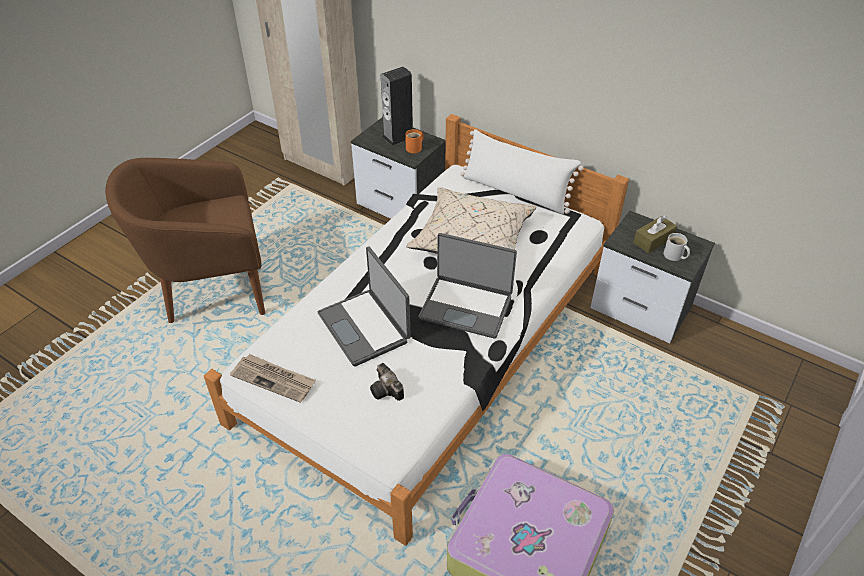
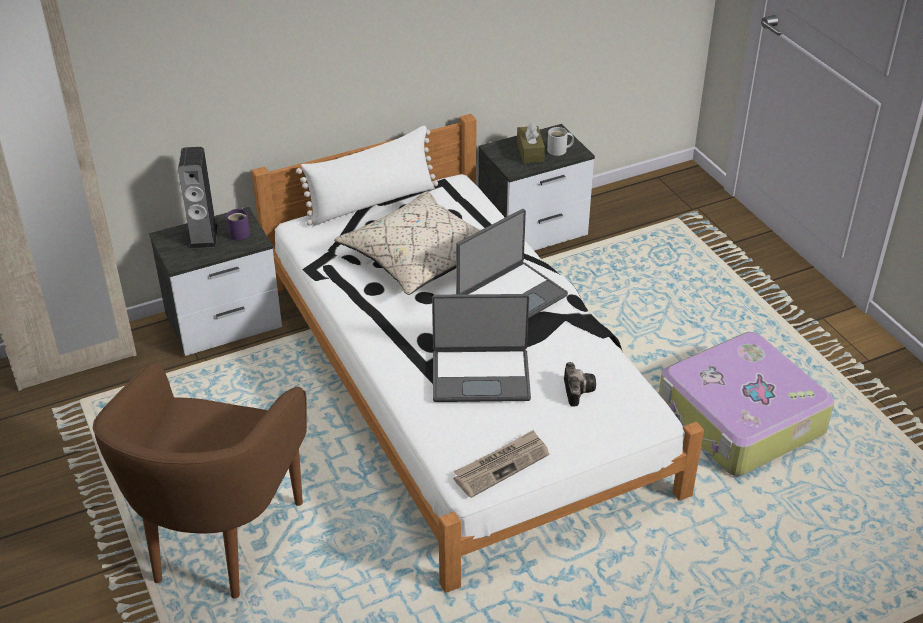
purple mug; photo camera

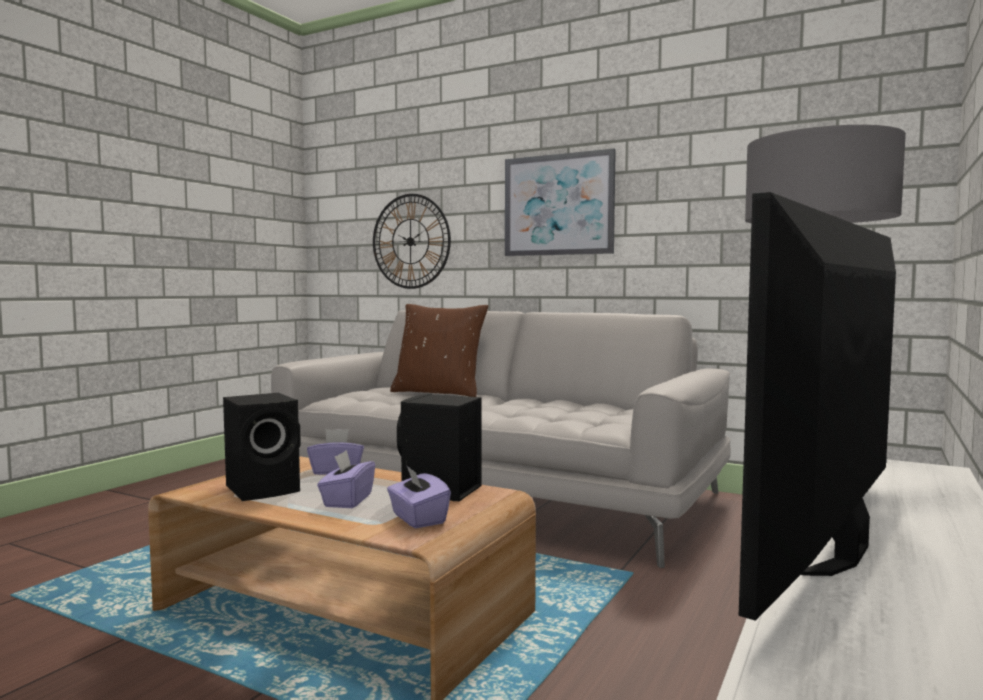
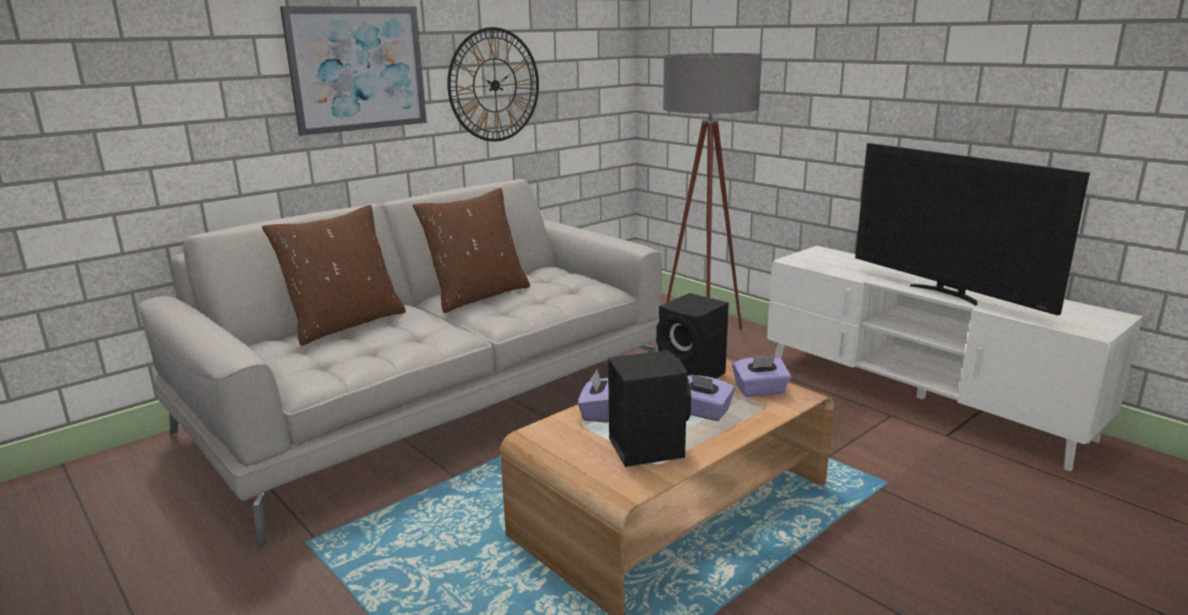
brown pillow (2nd from left); wall clock

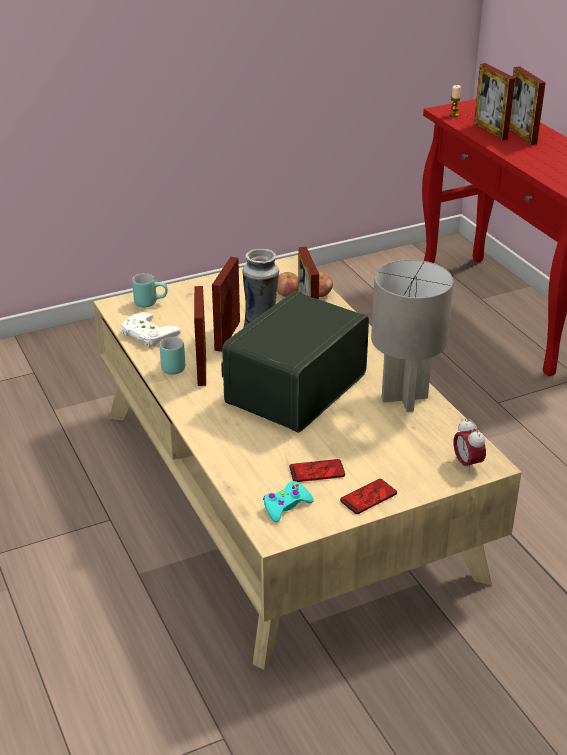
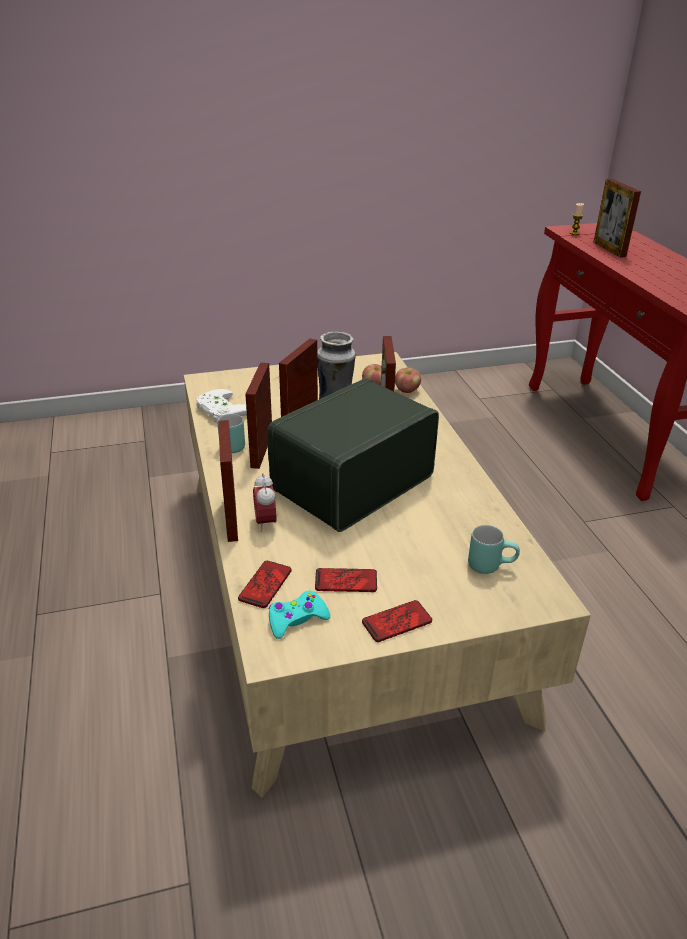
picture frame (1st from left); phone (1st from left); alarm clock; turquoise mug (2nd from left); grey table lamp

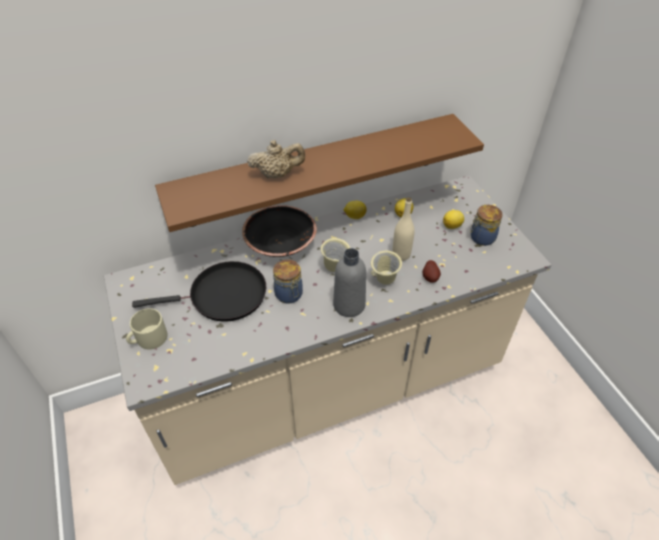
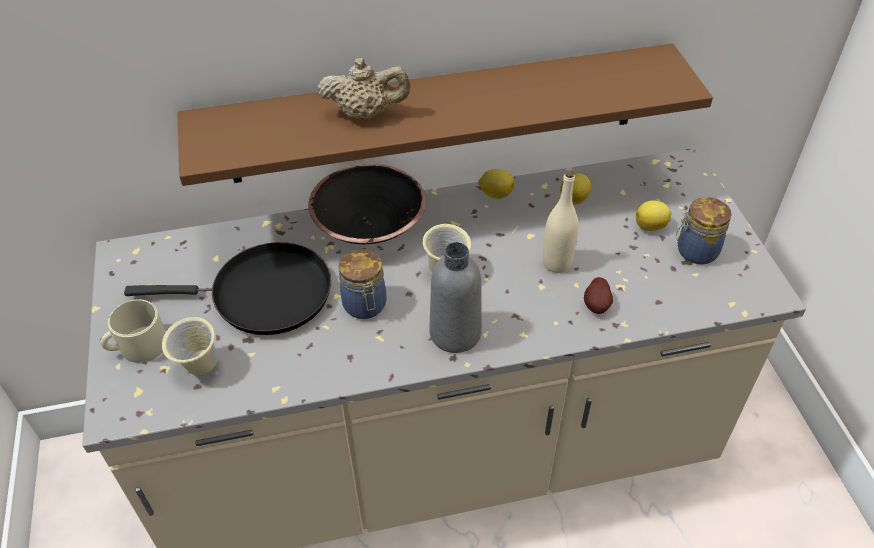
beige mug (2nd from left)

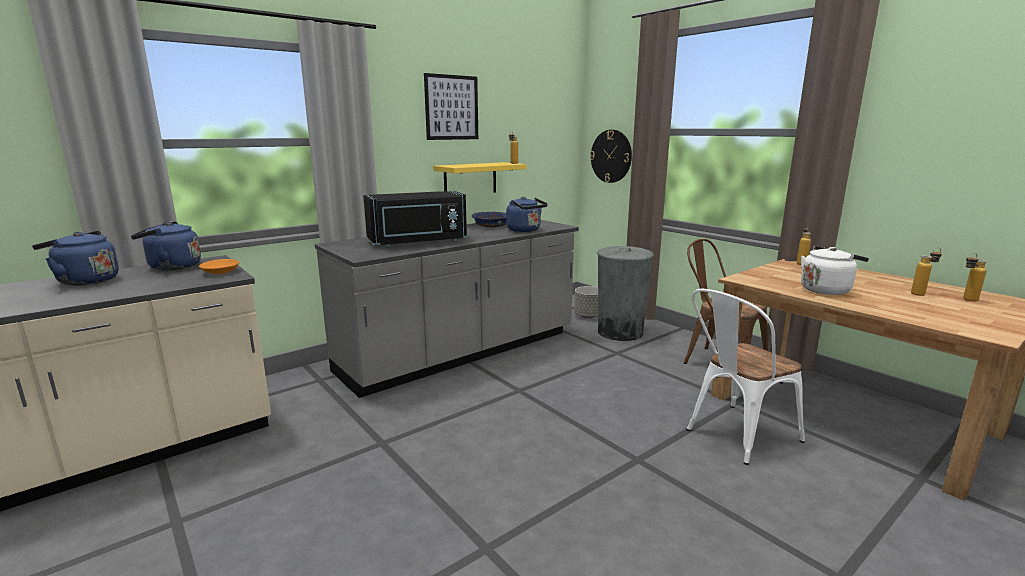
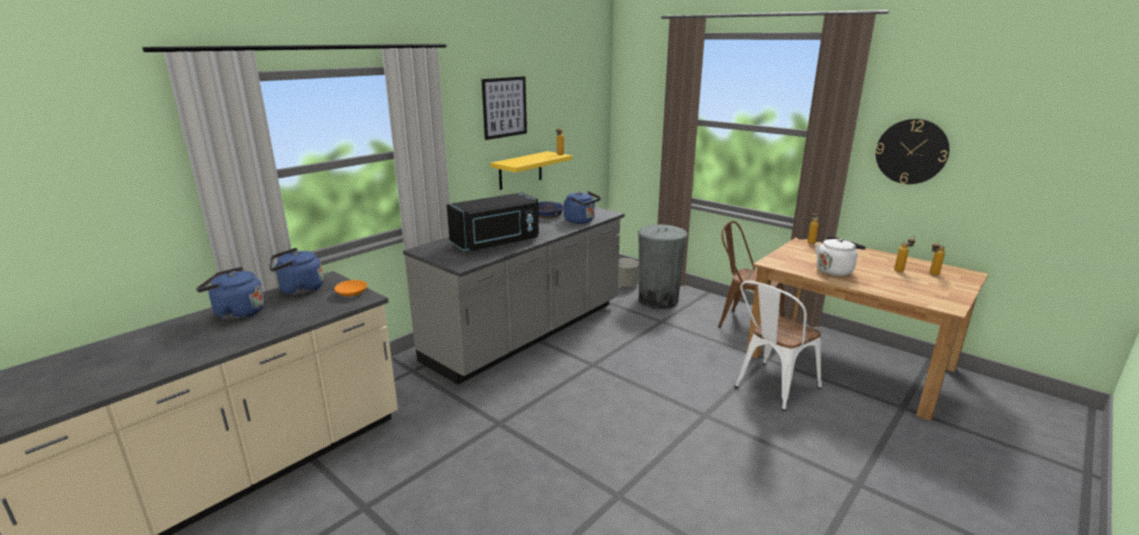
wall clock

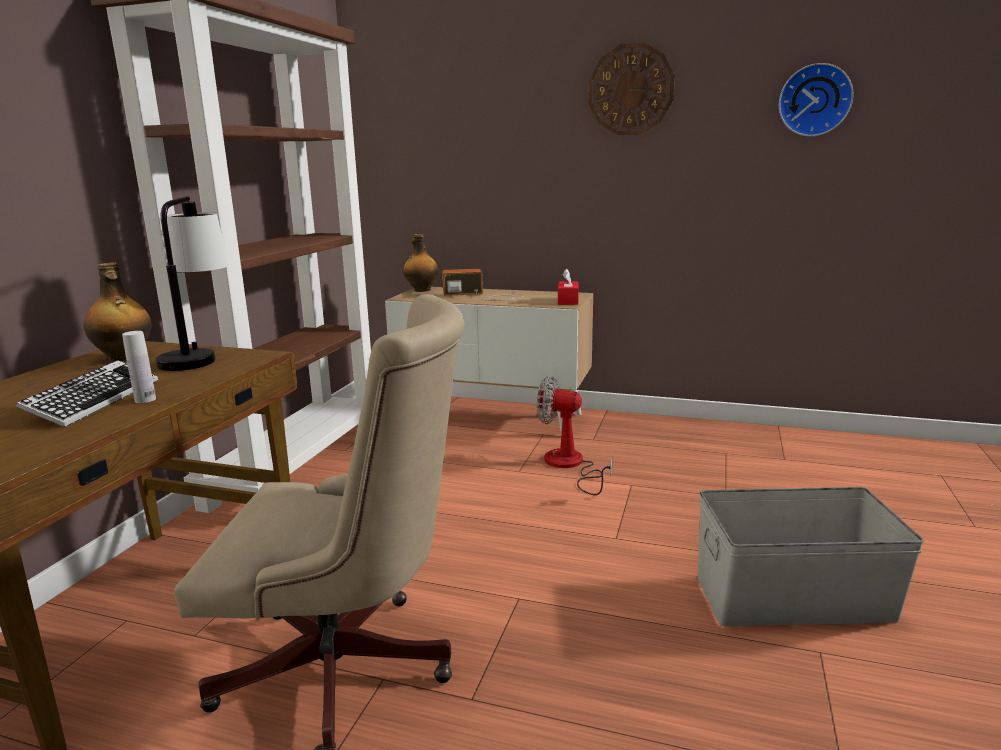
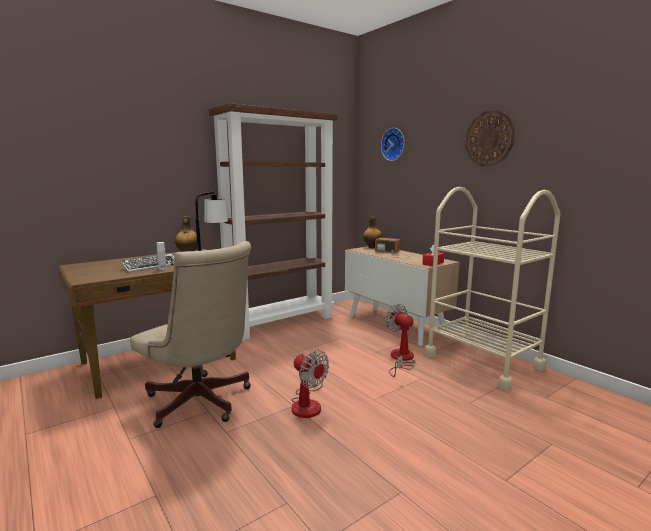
fan (1st from left); wall clock (1st from left); beige cart; grey storage box

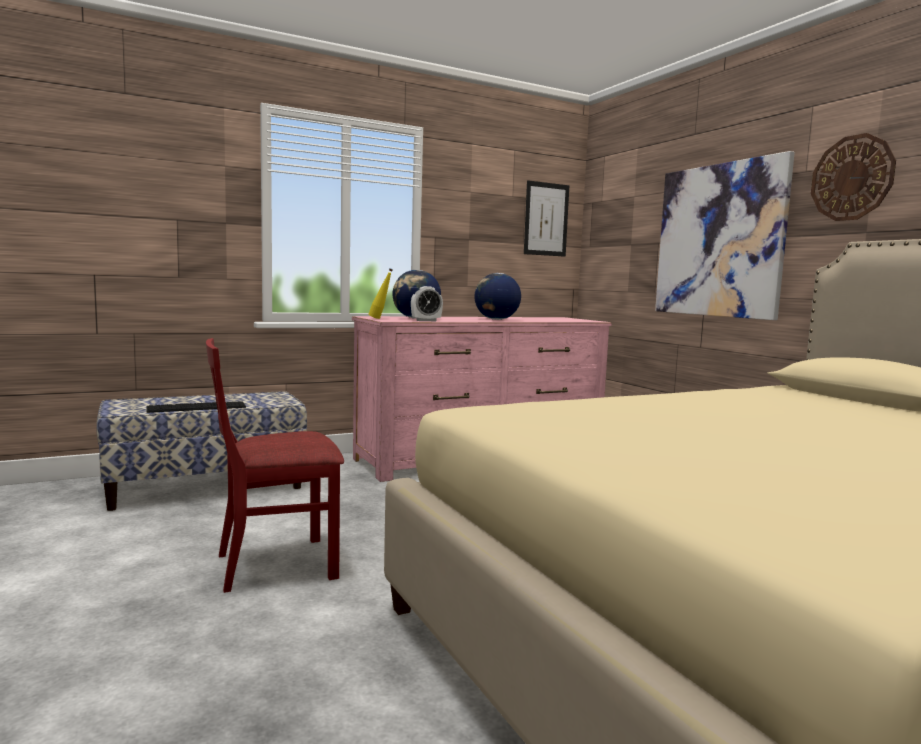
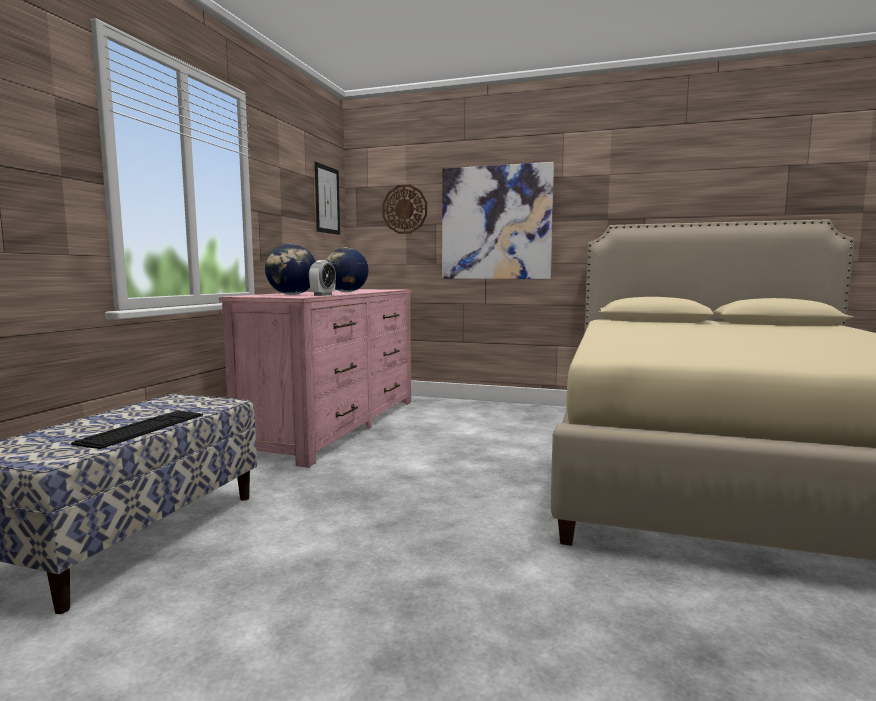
wall clock; red chair; yellow bottle

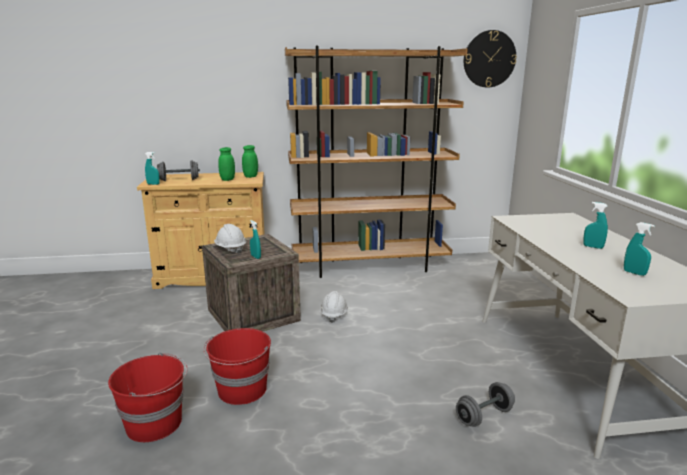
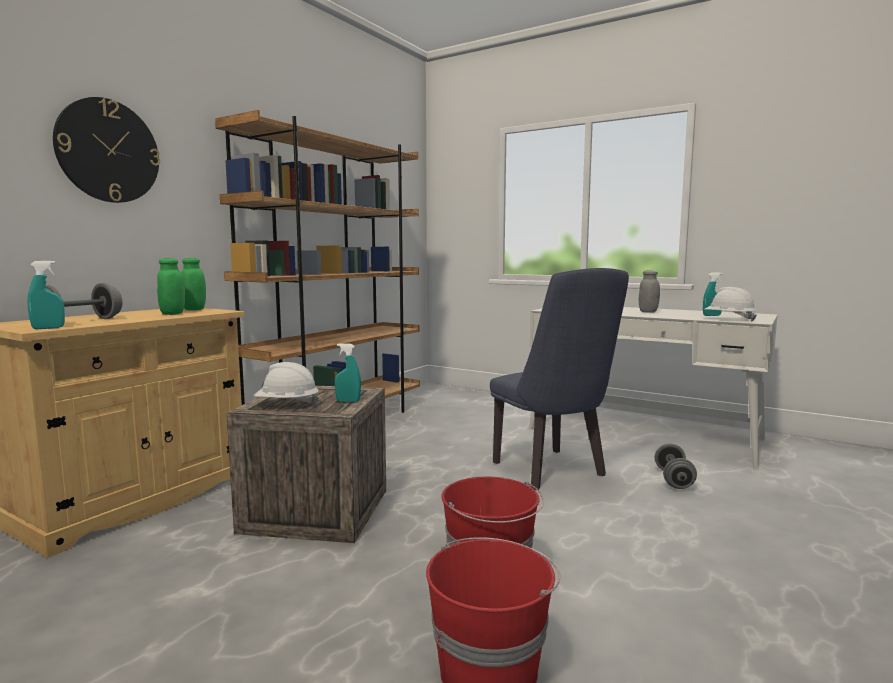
wall clock; blue chair; grey jar; white hard hat (2nd from left)

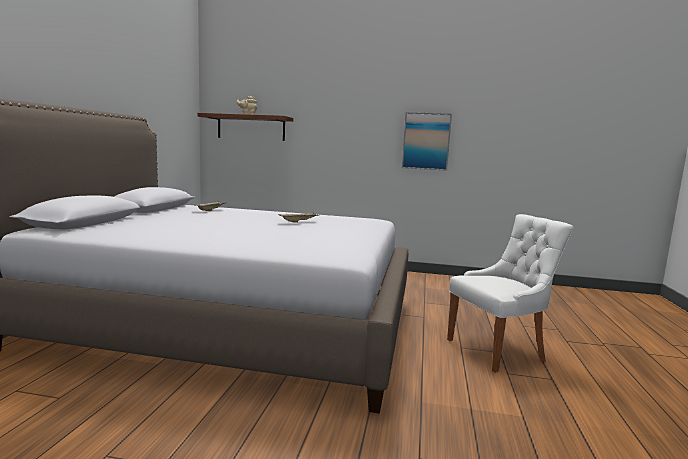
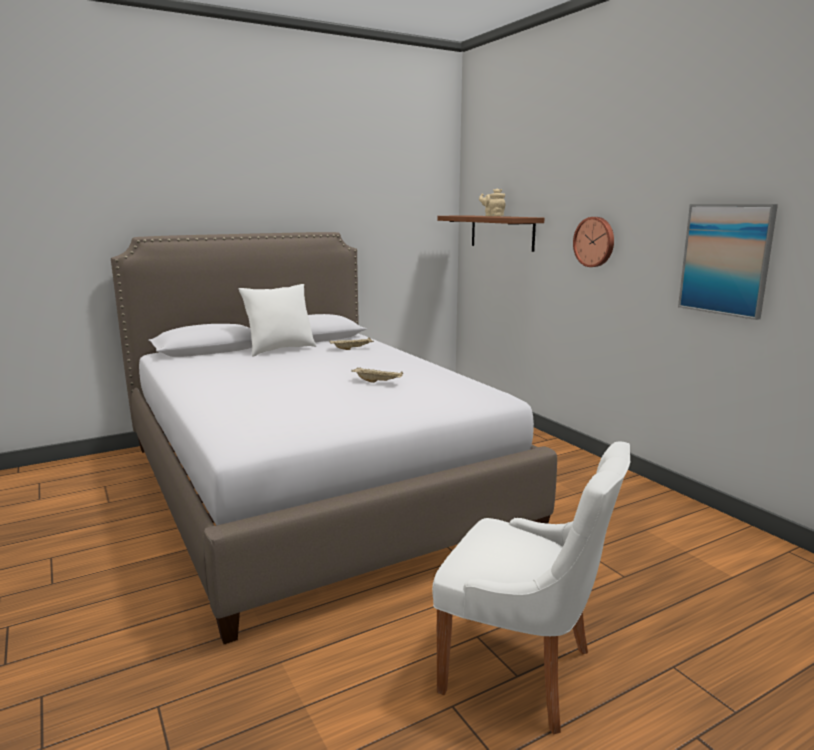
white pillow; wall clock

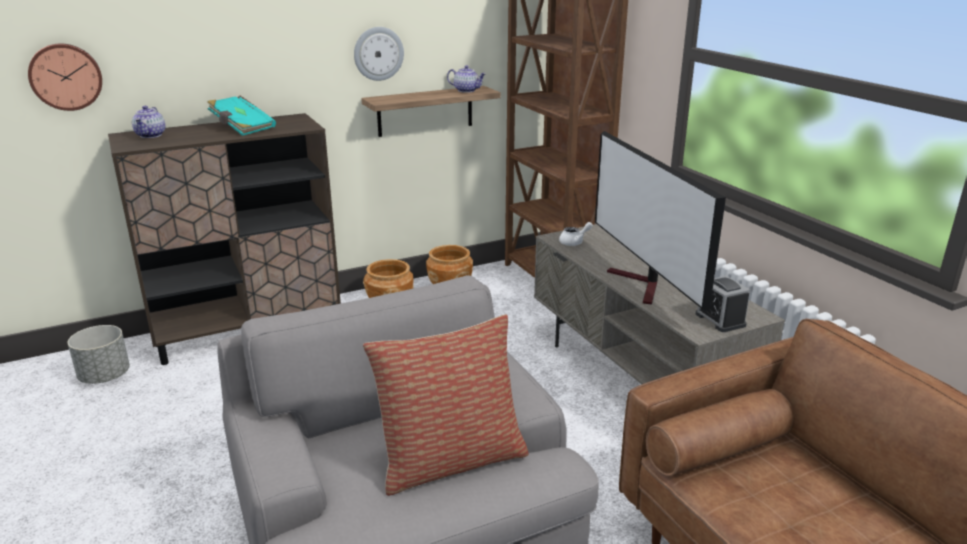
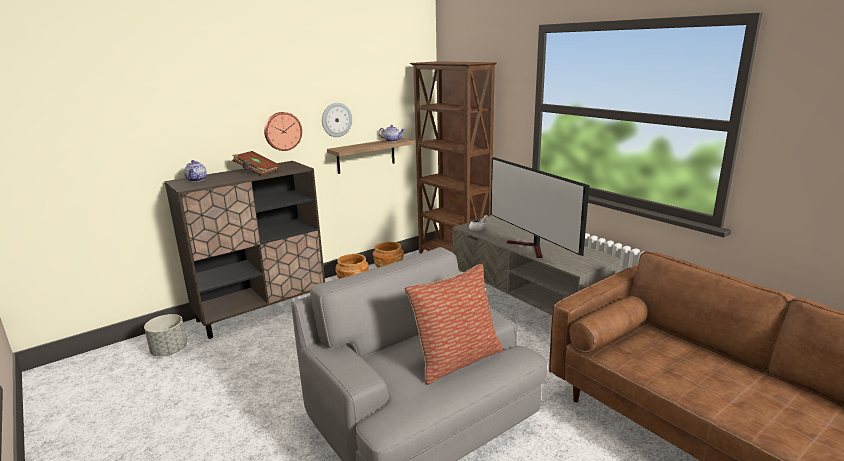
brown book; wall clock (1st from left); alarm clock

